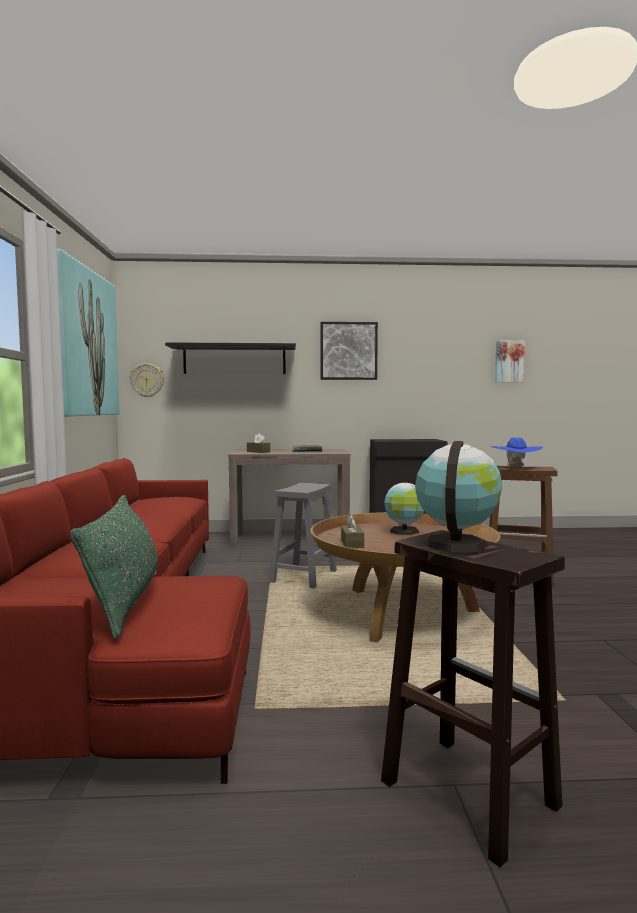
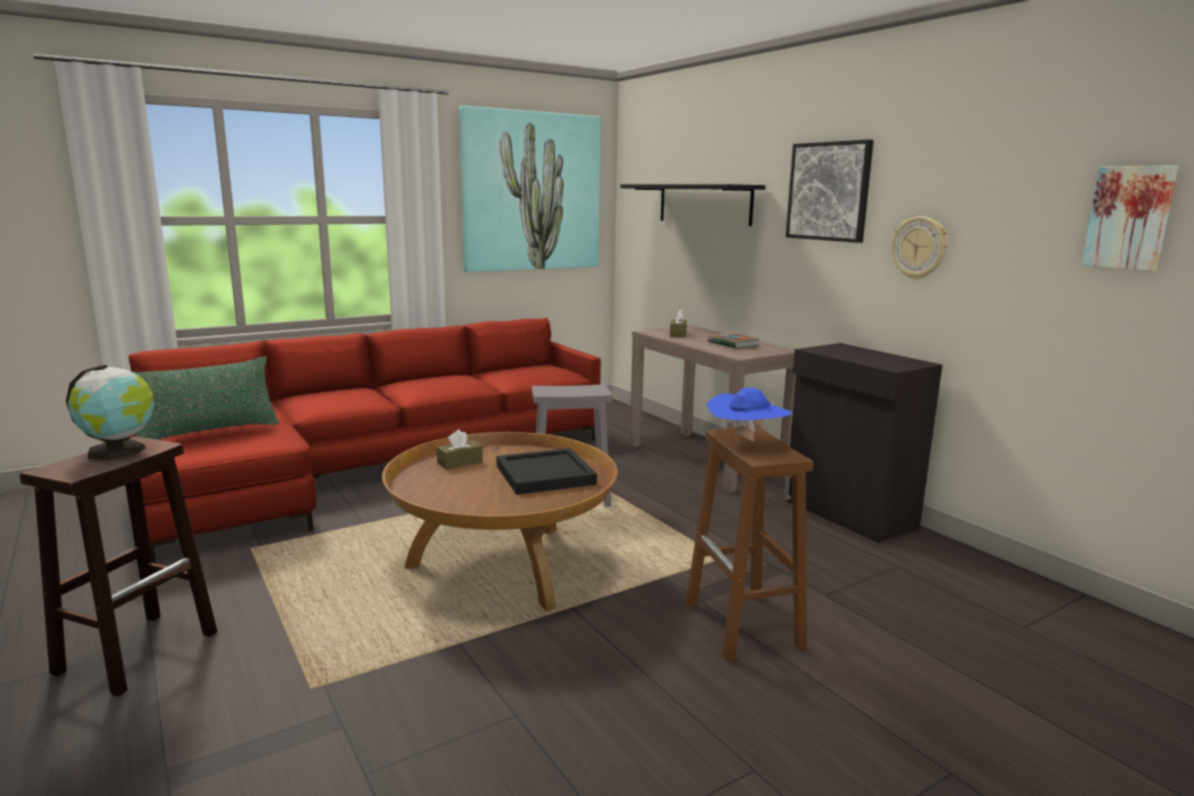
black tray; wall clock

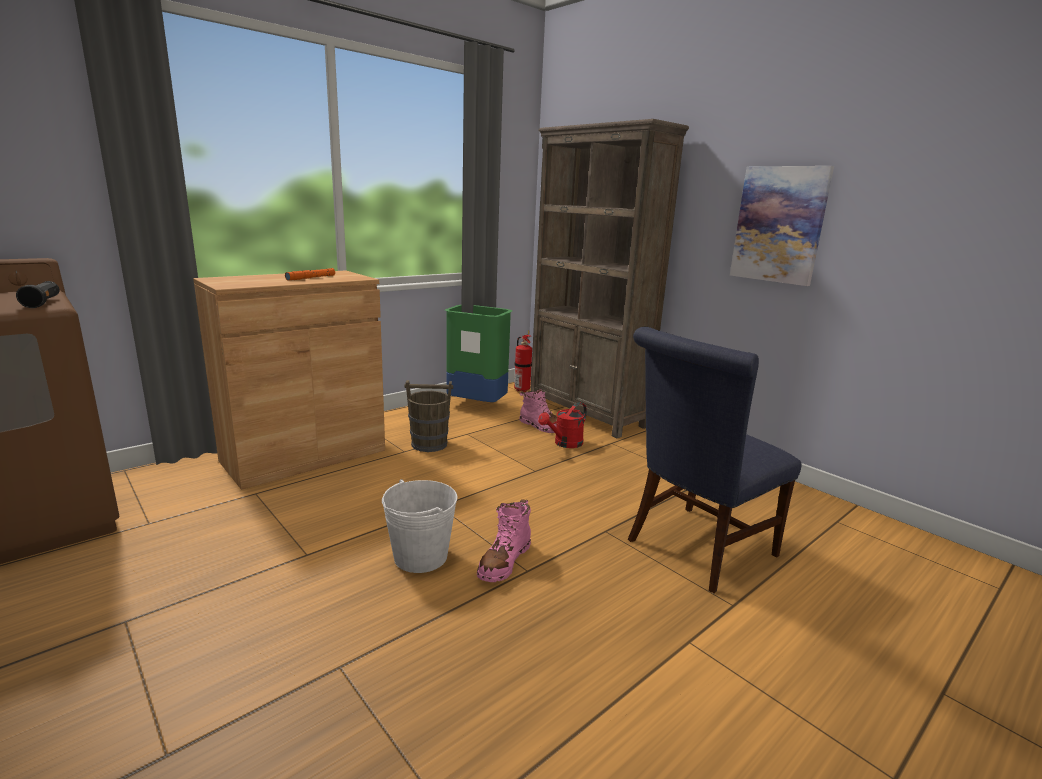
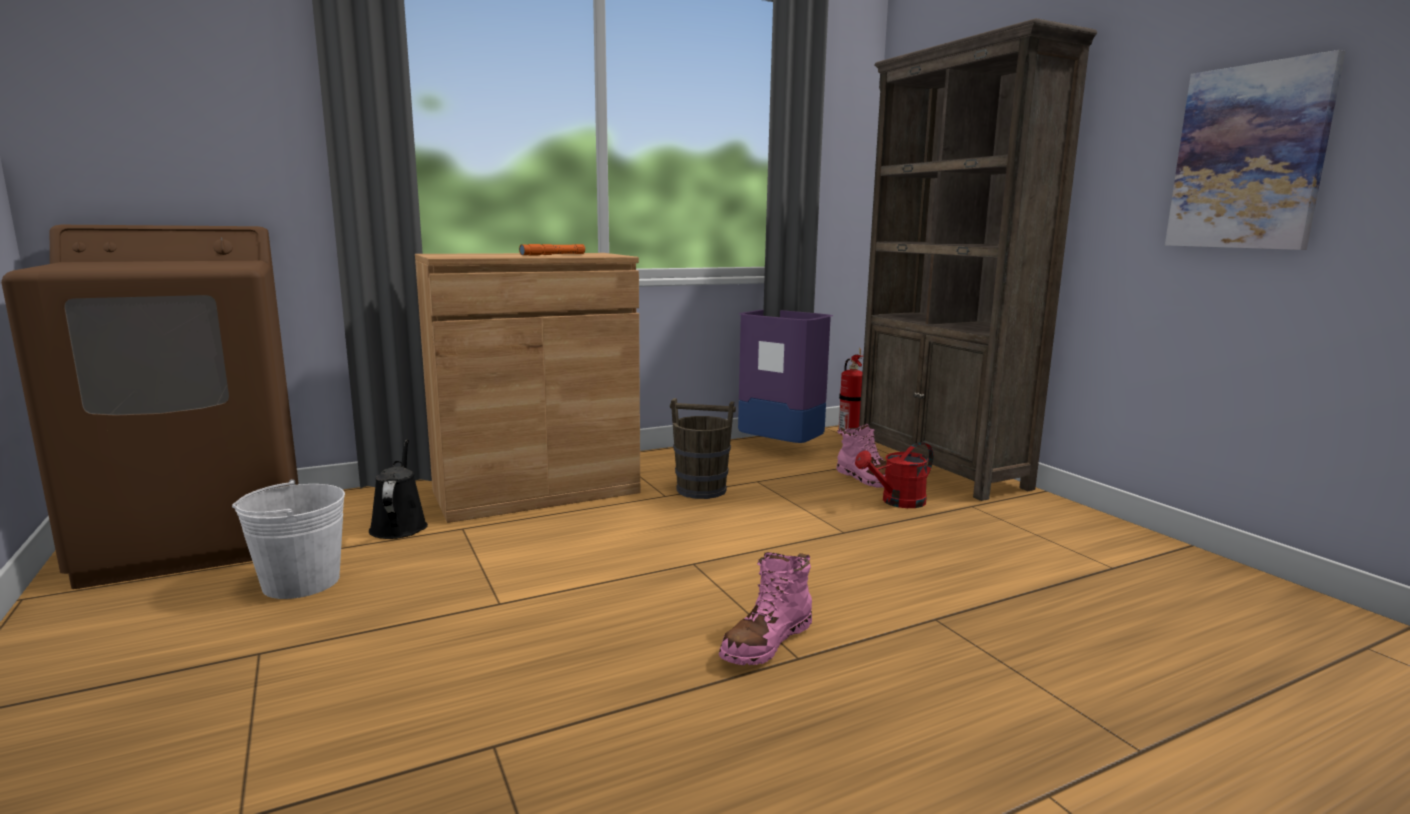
white bucket; black watering can; purple trash can; black flashlight; blue chair

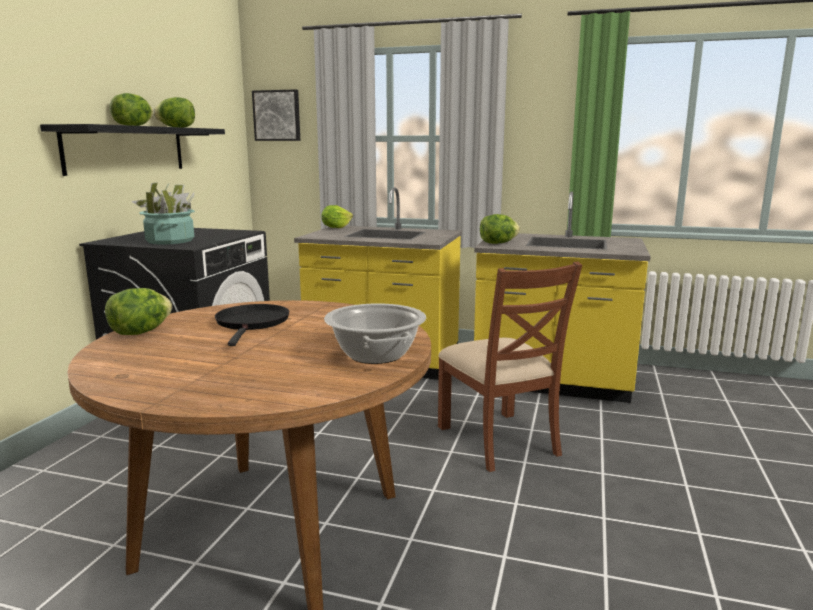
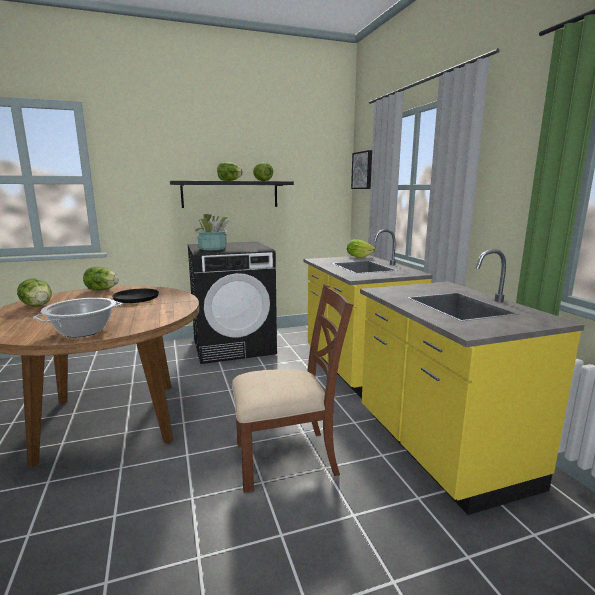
lettuce (1st from left); brown chair

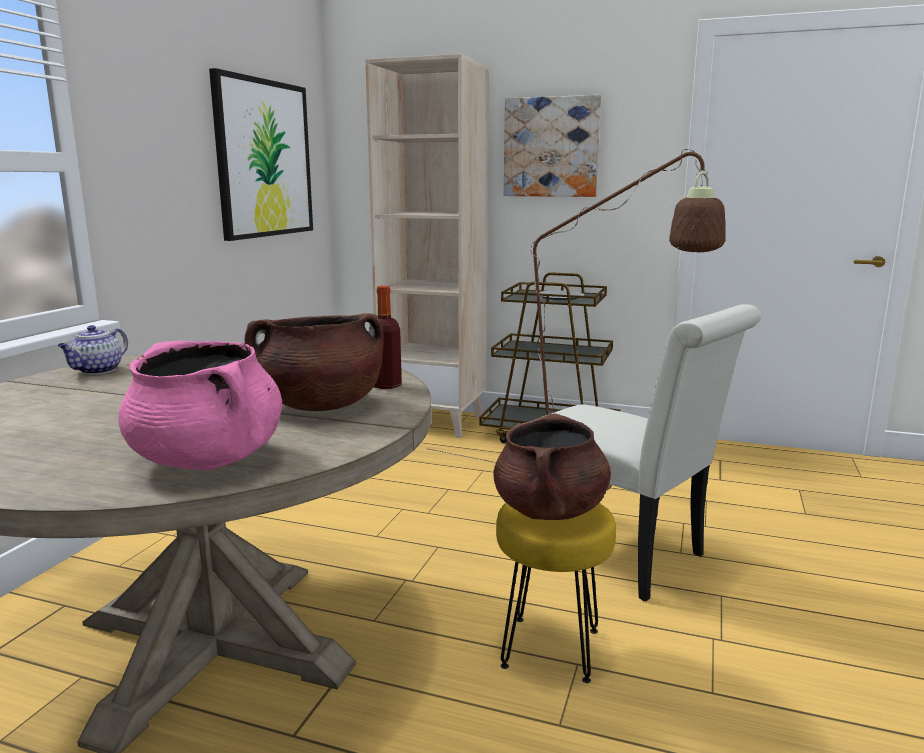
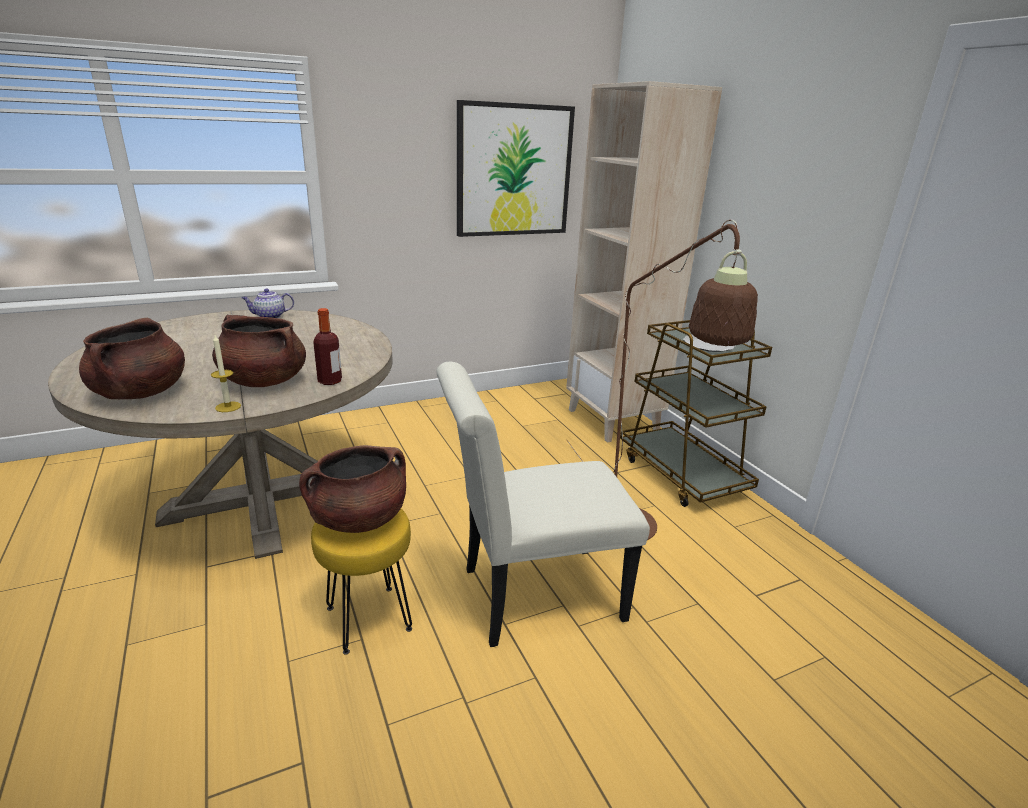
brown cooking pot (1st from left); candle; white chair; picture (2nd from left in the first image)

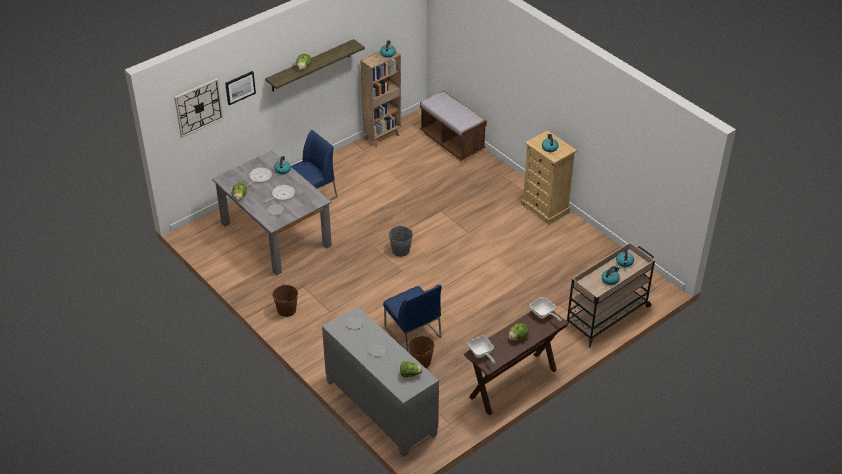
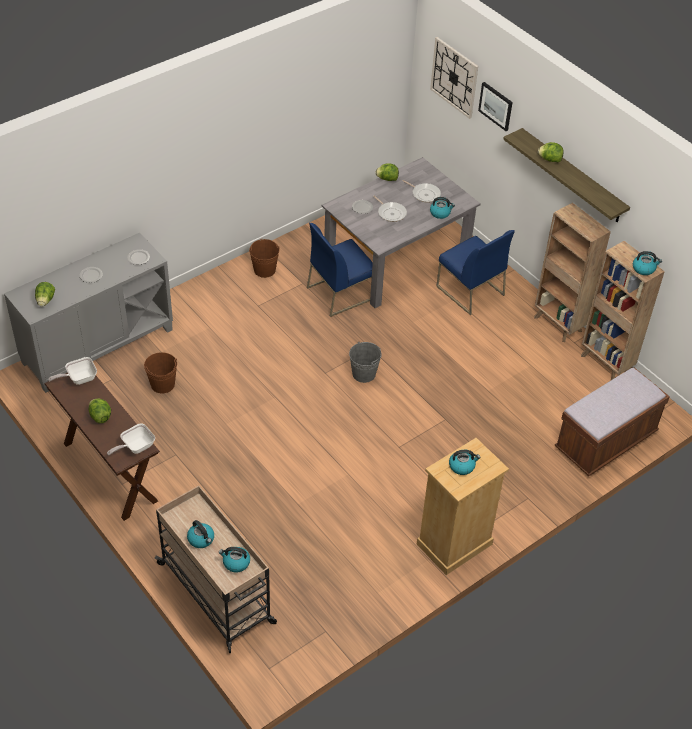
blue chair (1st from left); brown bookcase (1st from left)

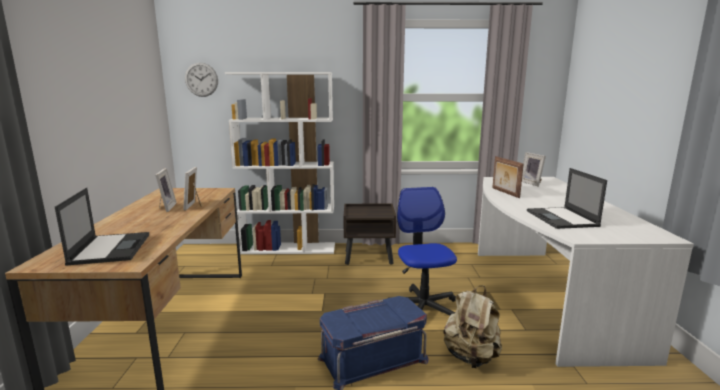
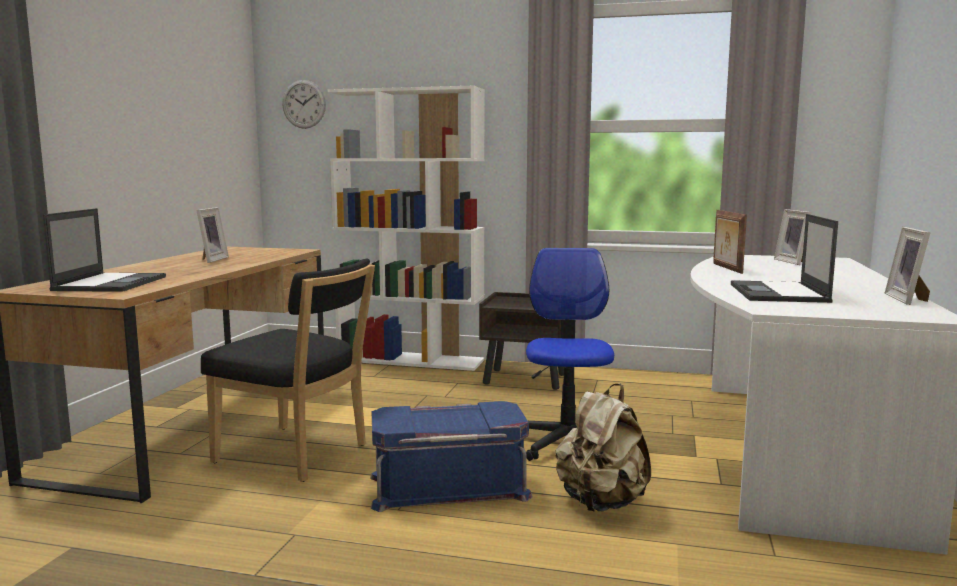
black chair; picture frame (4th from left)

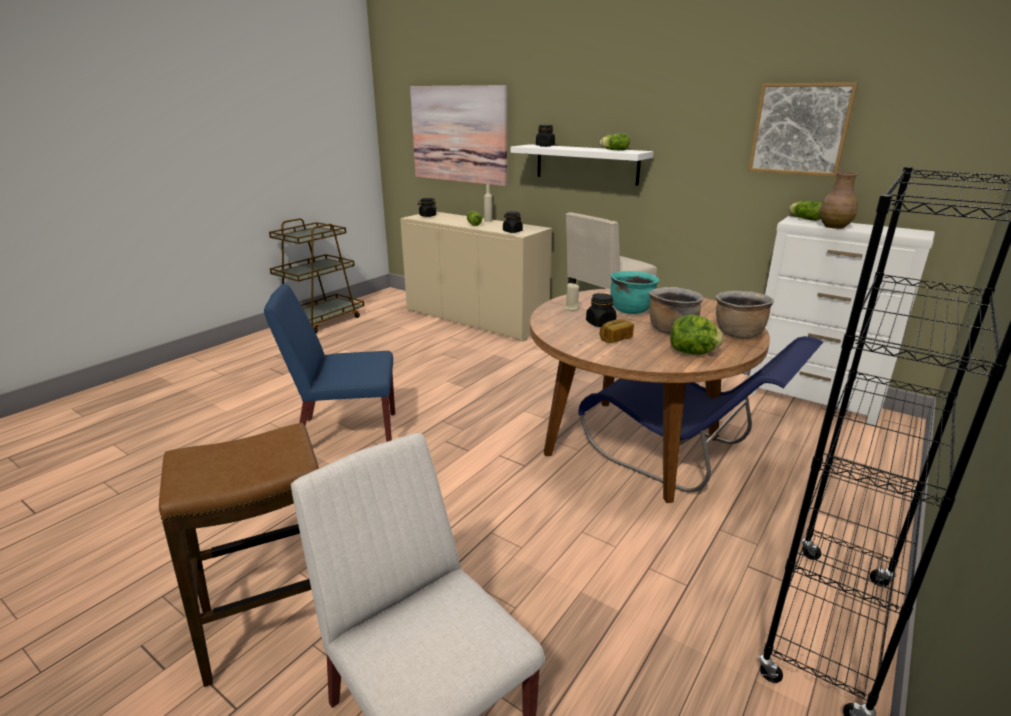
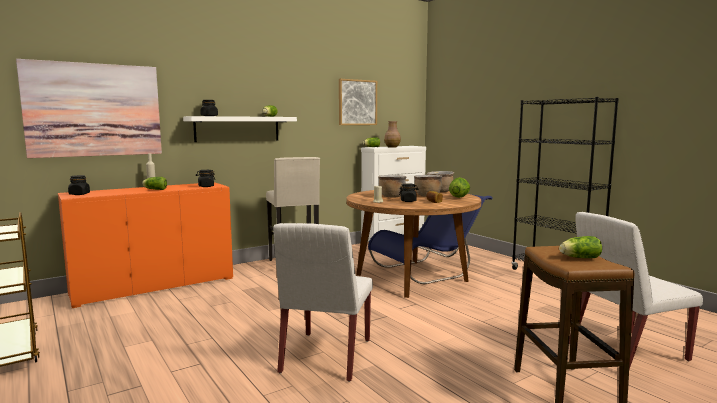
orange cabinet; white chair (1st from left); brown cooking pot (1st from left); lettuce (5th from left)

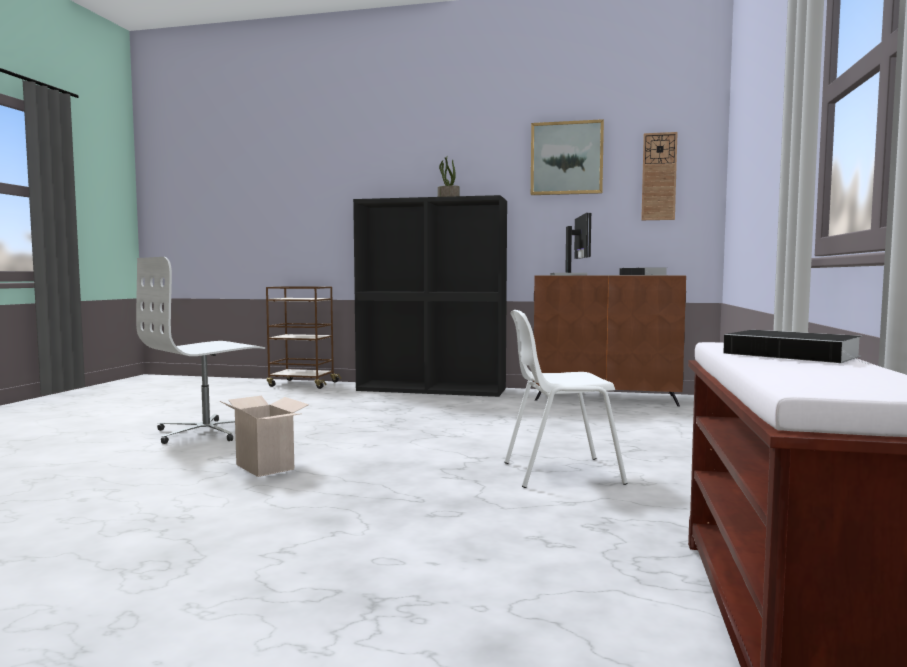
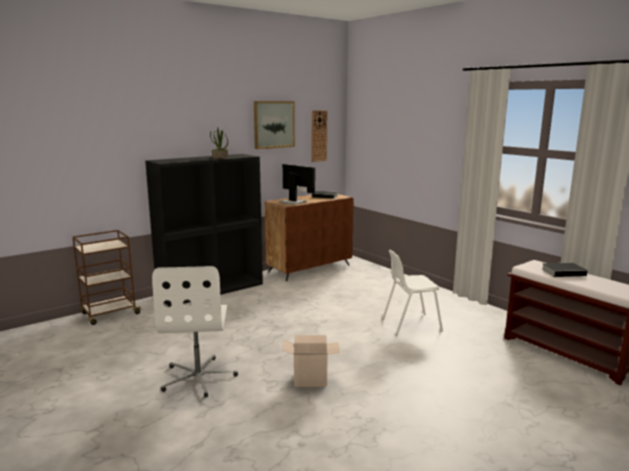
white chair

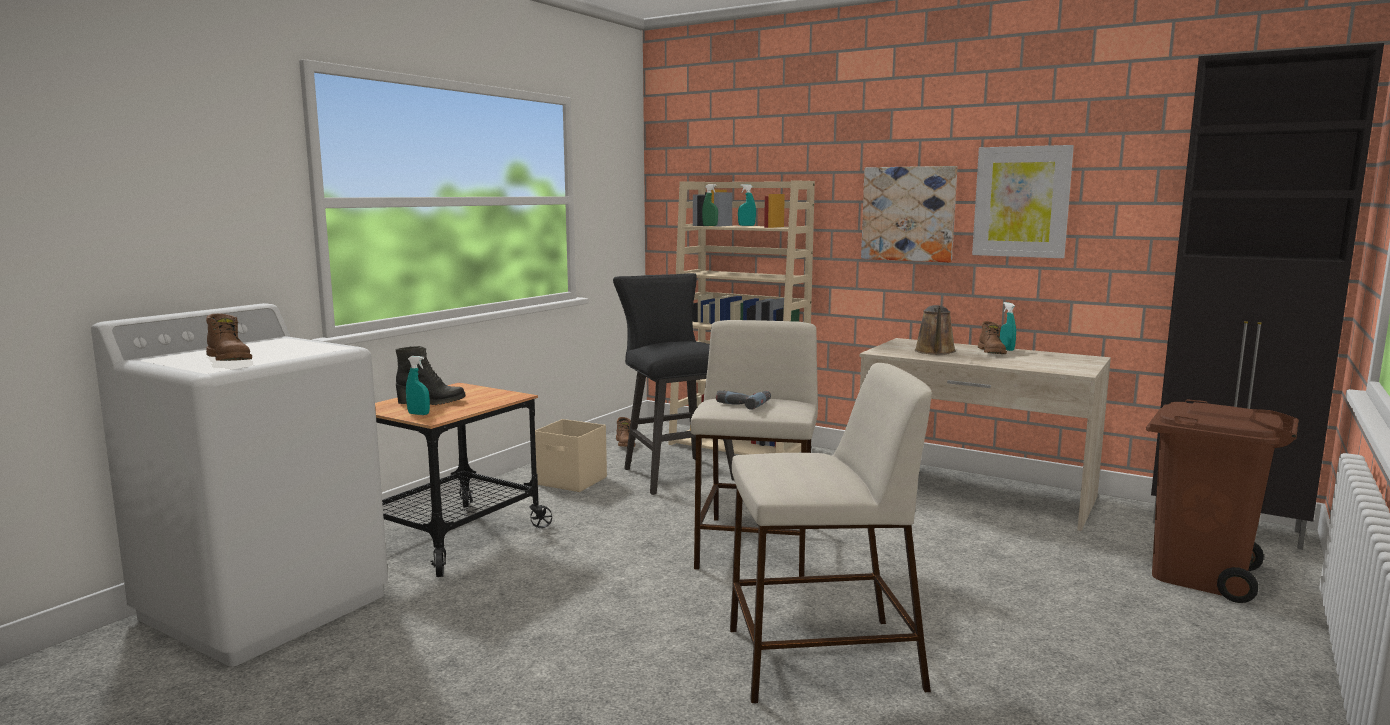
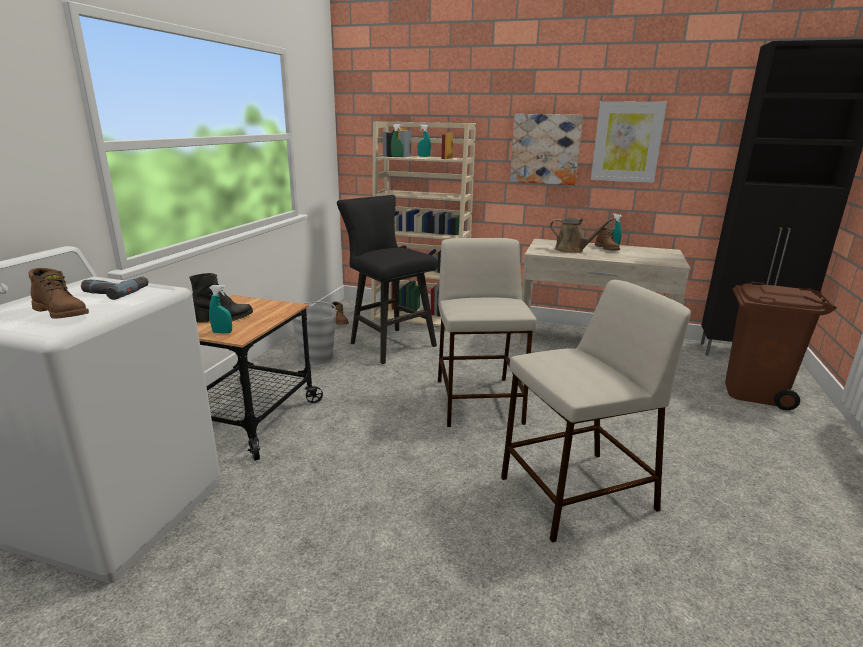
power drill; grey bucket; brown watering can

